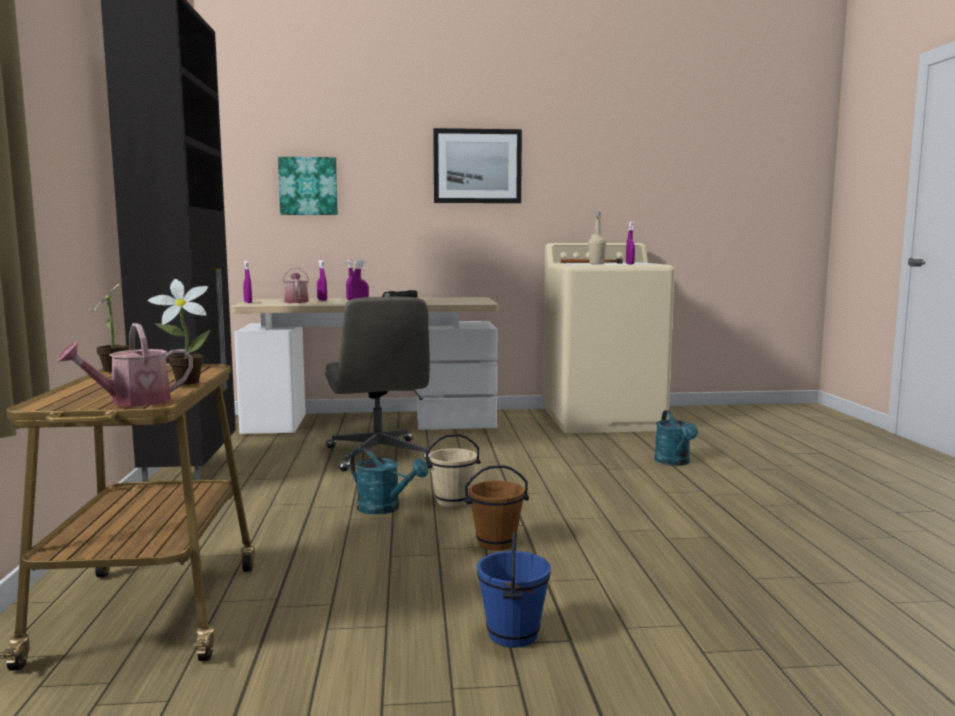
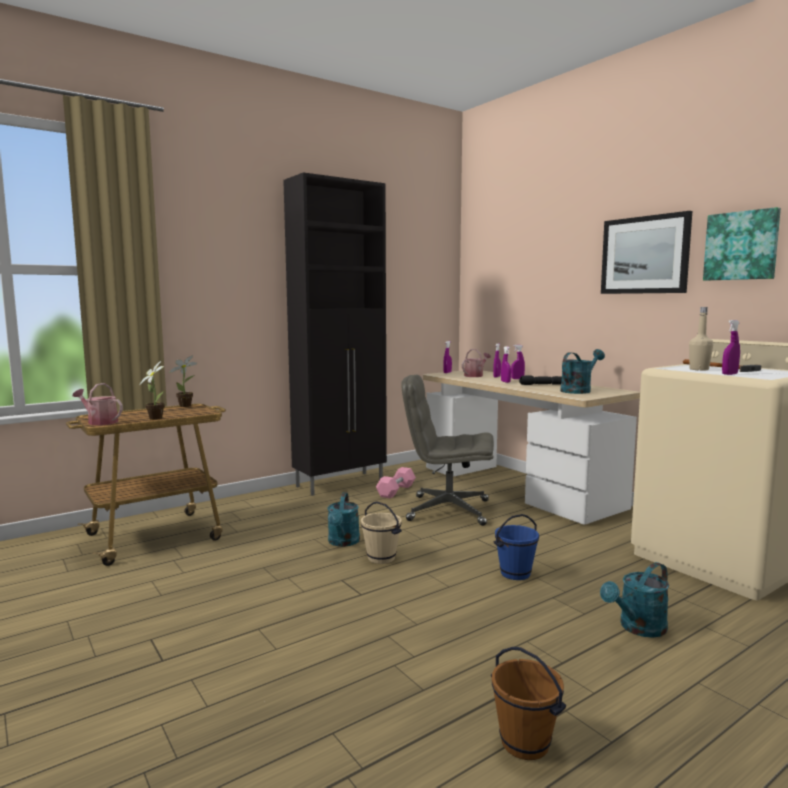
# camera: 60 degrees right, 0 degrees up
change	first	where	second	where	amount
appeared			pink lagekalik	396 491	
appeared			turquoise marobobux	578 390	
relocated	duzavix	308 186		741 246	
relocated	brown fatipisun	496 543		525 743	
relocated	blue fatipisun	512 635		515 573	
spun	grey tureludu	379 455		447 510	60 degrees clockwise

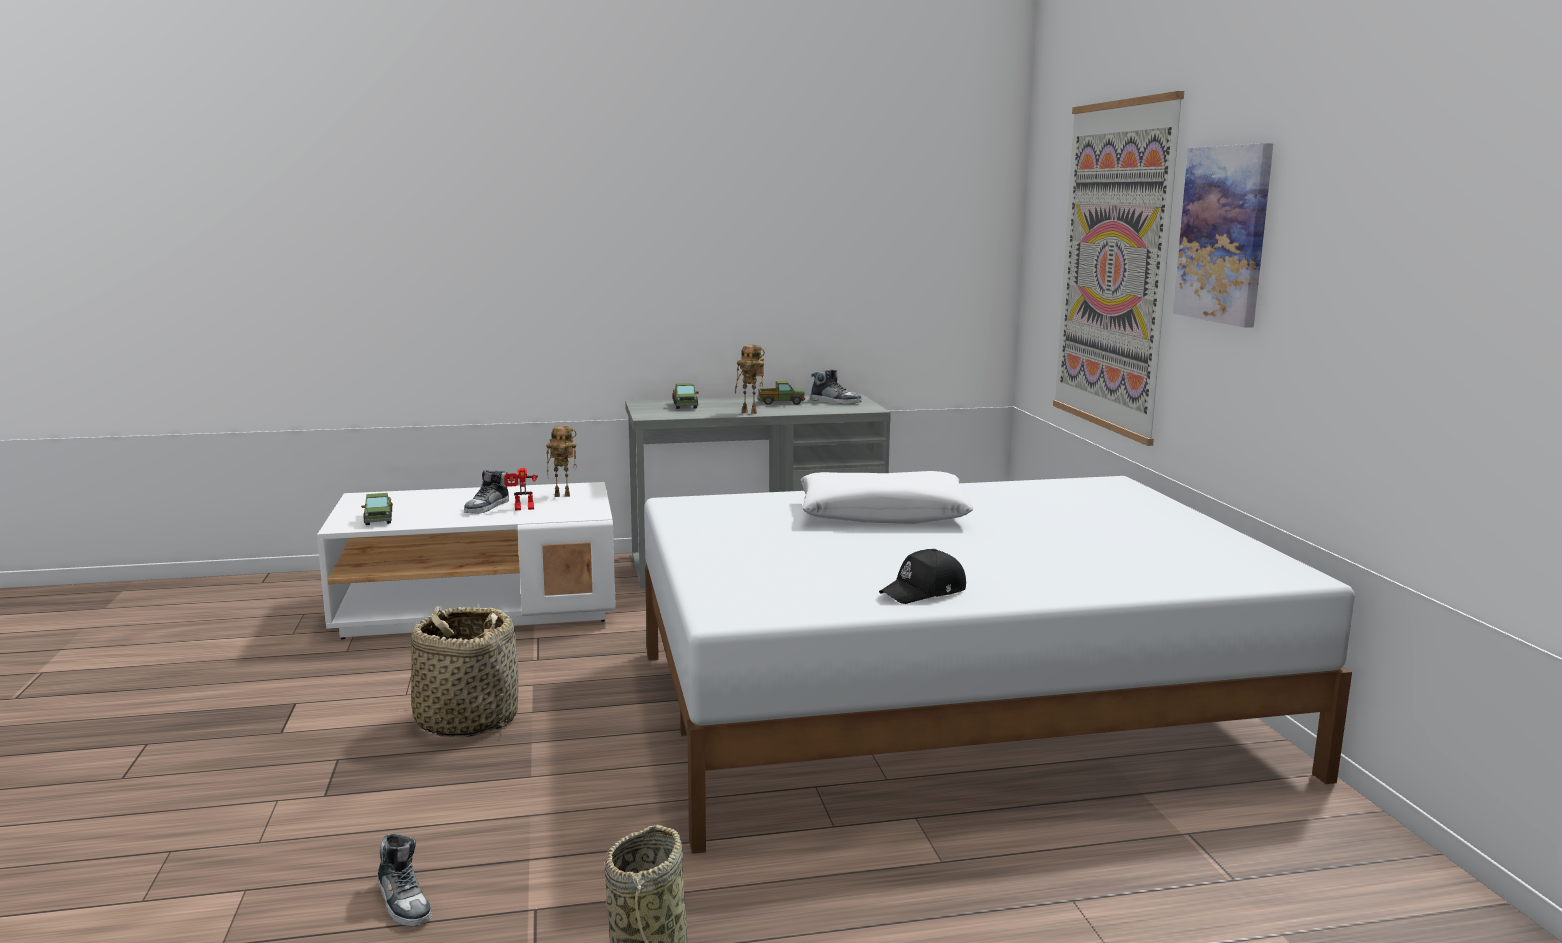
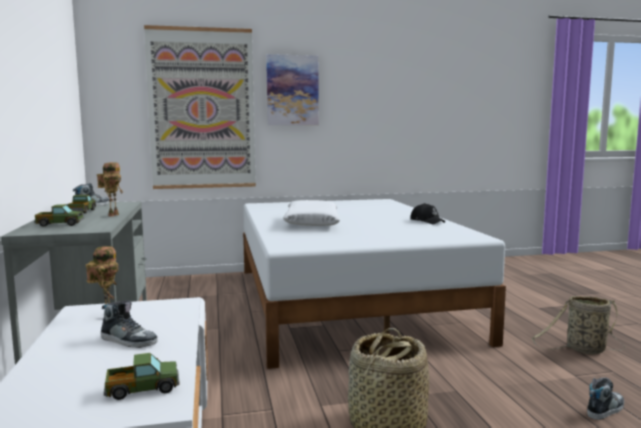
# camera: 90 degrees left, 5 degrees down
change	first	where	second	where	amount
missing	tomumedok	522 509			

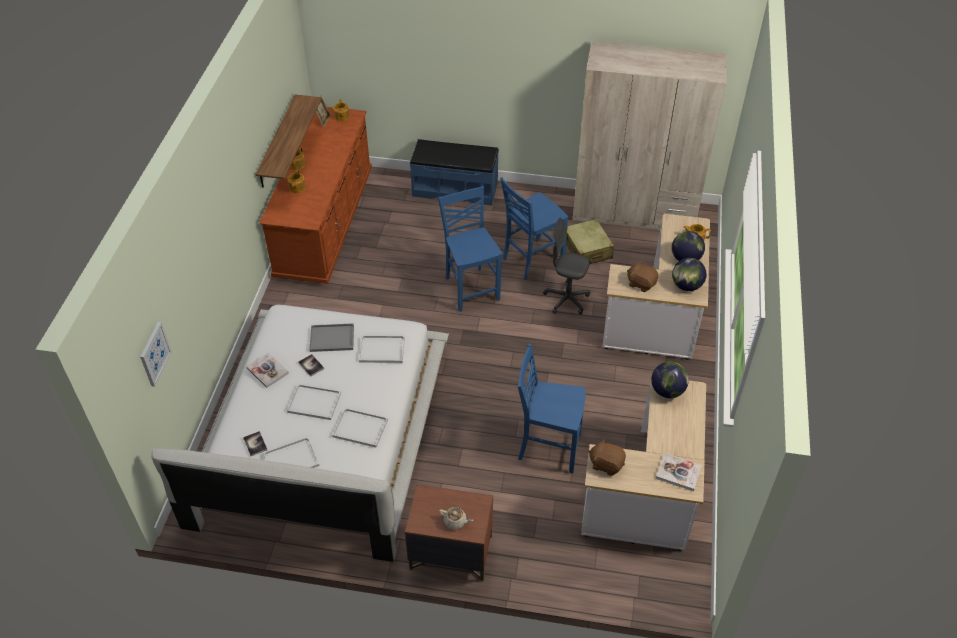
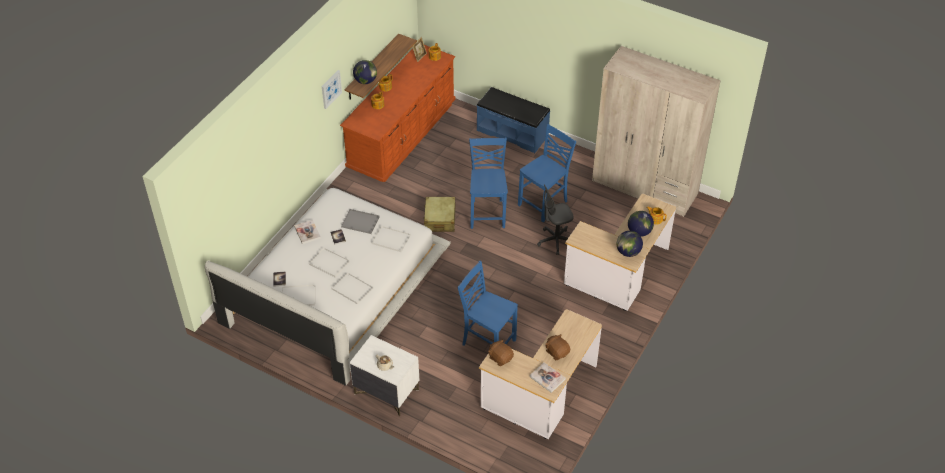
# camera: 20 degrees right, 0 degrees up
change	first	where	second	where	amount
relocated	duzavix	154 354		331 89	
relocated	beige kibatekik	587 249		440 219	
relocated	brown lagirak	641 283		557 352	
relocated	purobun	667 391		365 81	
colour	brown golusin	450 553	white golusin	386 391	
spun	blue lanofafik	531 260		544 203	150 degrees clockwise
spun	grey tureludu	566 299		555 241	60 degrees counterclockwise

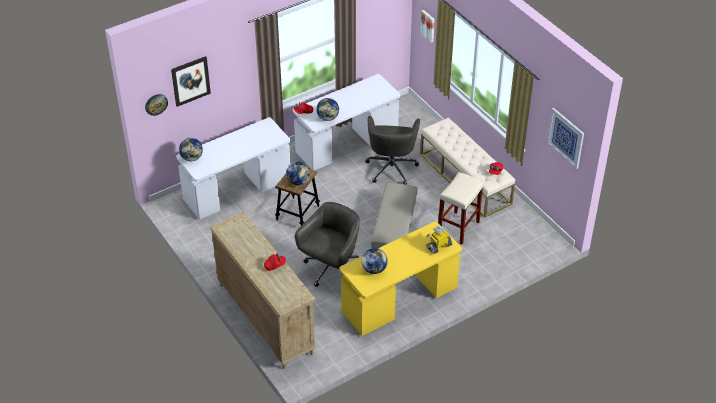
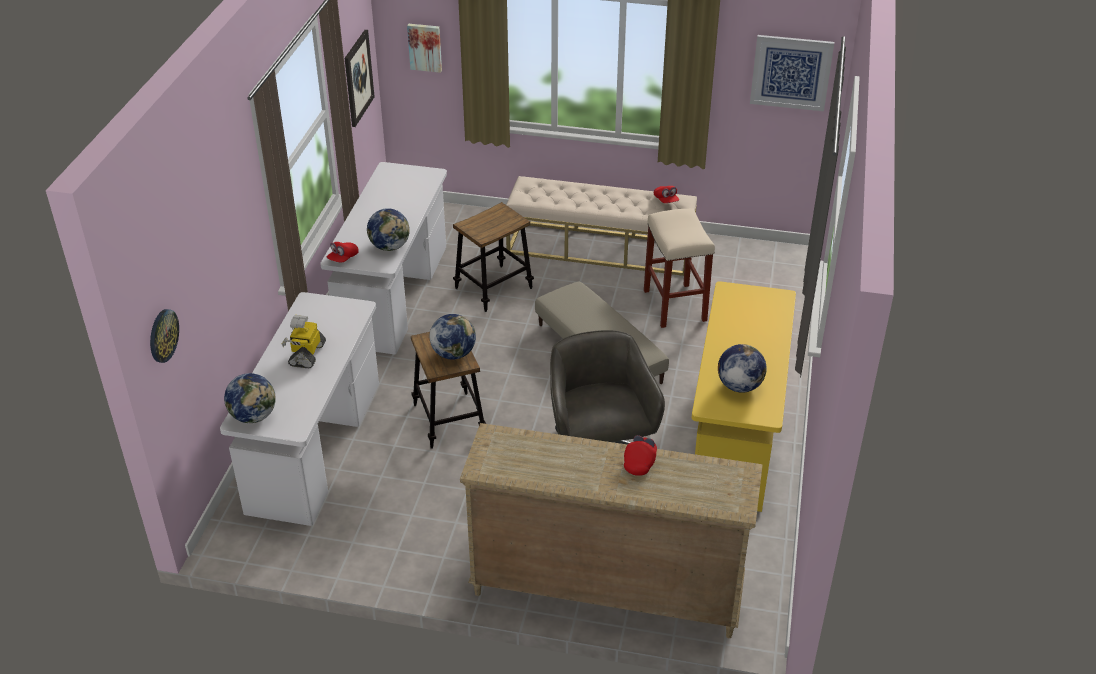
# camera: 45 degrees left, 5 degrees down
change	first	where	second	where	amount
relocated	duzavix	190 81		358 78	
relocated	tomumedok	438 246		306 354	
exchanged	grey tureludu	391 167	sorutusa	493 288	

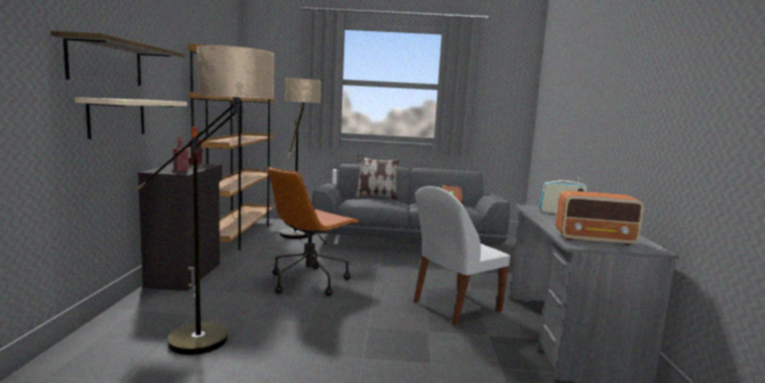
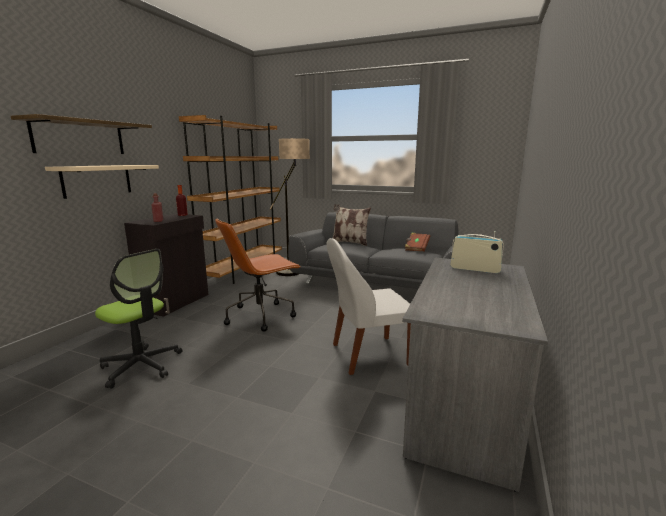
# camera: 20 degrees right, 5 degrees up
change	first	where	second	where	amount
missing	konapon	595 239			
exchanged	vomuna	219 343	tureludu	141 366	

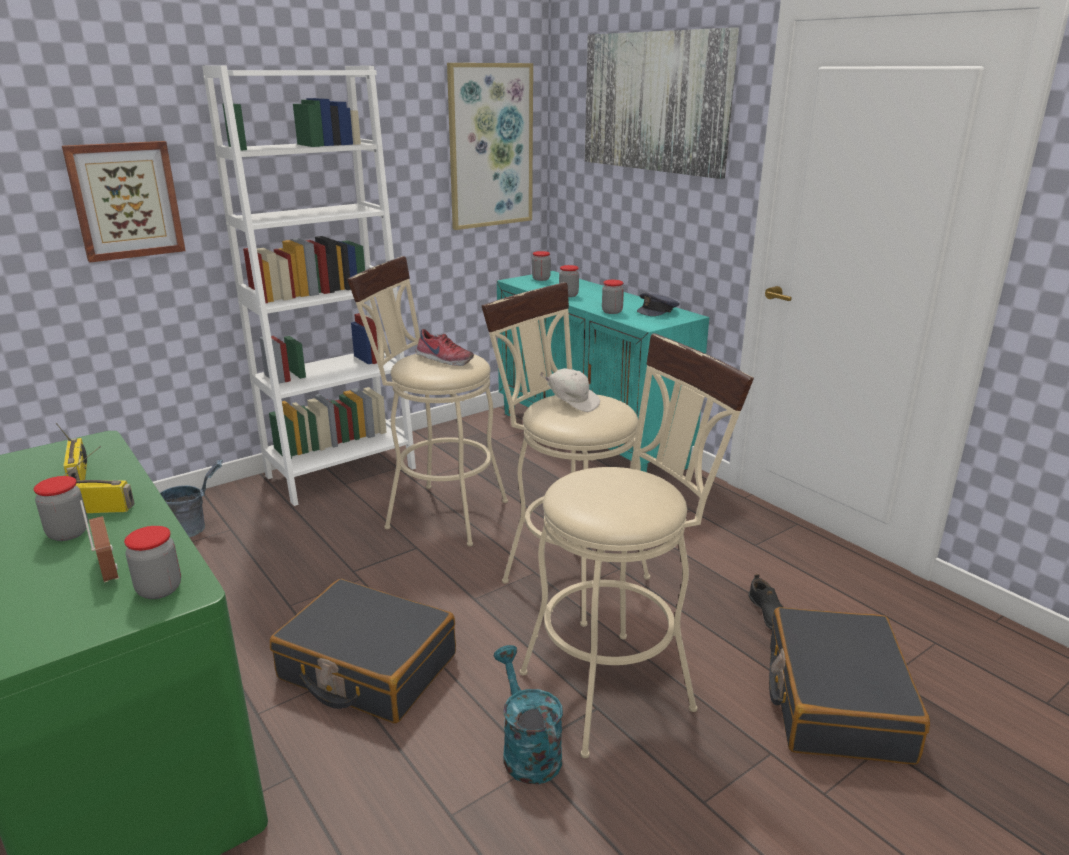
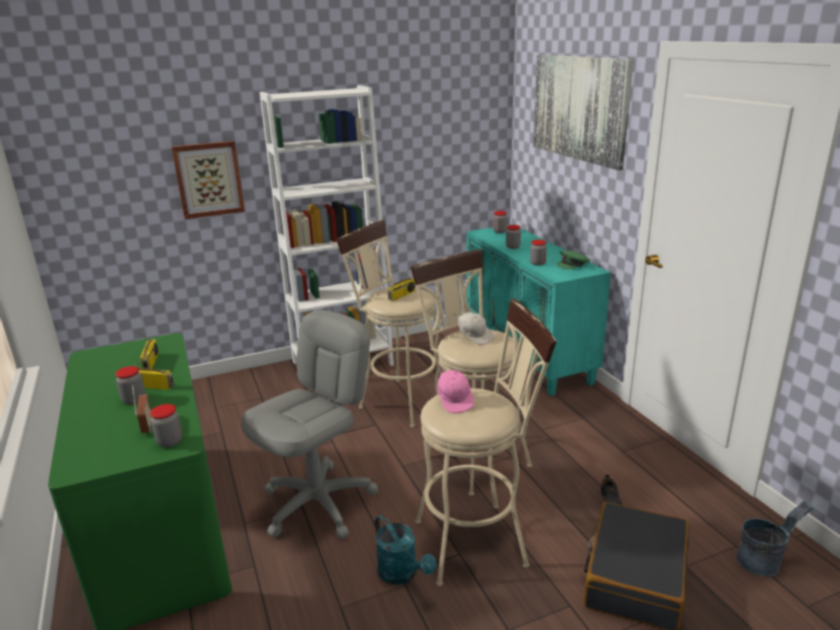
# camera: 15 degrees right, 0 degrees up
change	first	where	second	where	amount
missing	duzavix	490 146			
appeared			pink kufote	455 401	
relocated	grey fatipisun	193 527		764 561	
exchanged	black kibatekik	367 667	grey tureludu	318 503	
exchanged	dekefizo	443 360	konapon	401 295	
colour	grey kufote	658 311	green kufote	573 264	
spun	turquoise marobobux	527 749		402 574	150 degrees clockwise

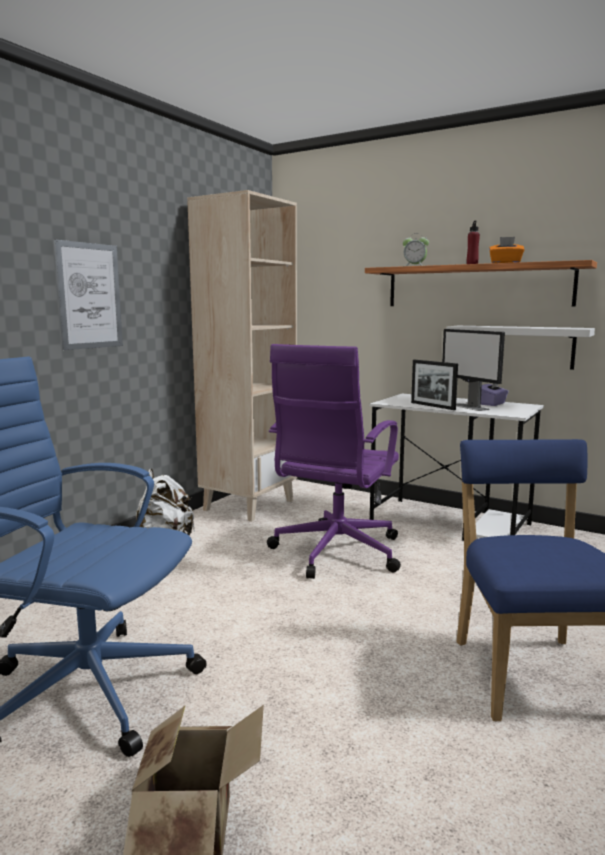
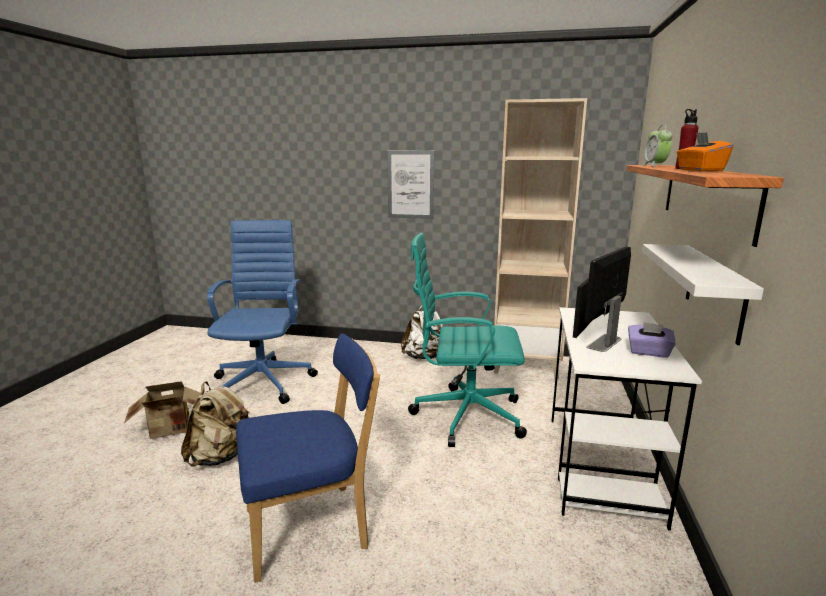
# camera: 70 degrees right, 5 degrees up
change	first	where	second	where	amount
appeared			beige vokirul	221 456	
colour	purple tureludu	335 553	turquoise tureludu	464 415	

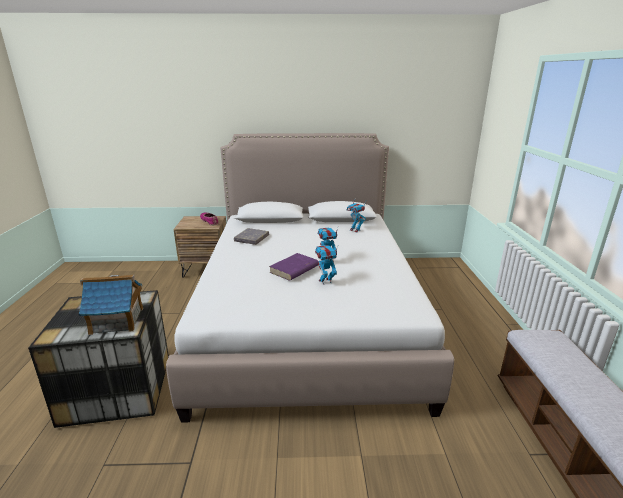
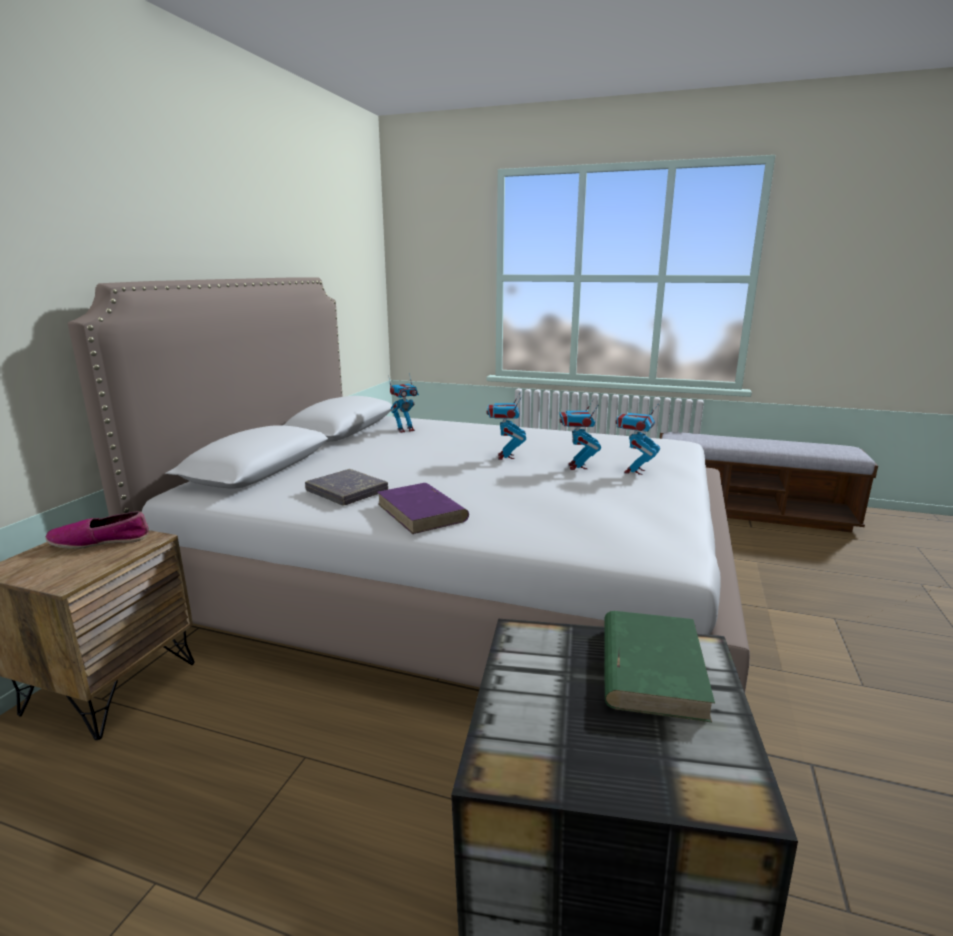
# camera: 70 degrees left, 5 degrees down
change	first	where	second	where	amount
appeared			tomumedok	634 471	
relocated	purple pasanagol	294 269		422 512	
exchanged	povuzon	117 320	green pasanagol	651 667	

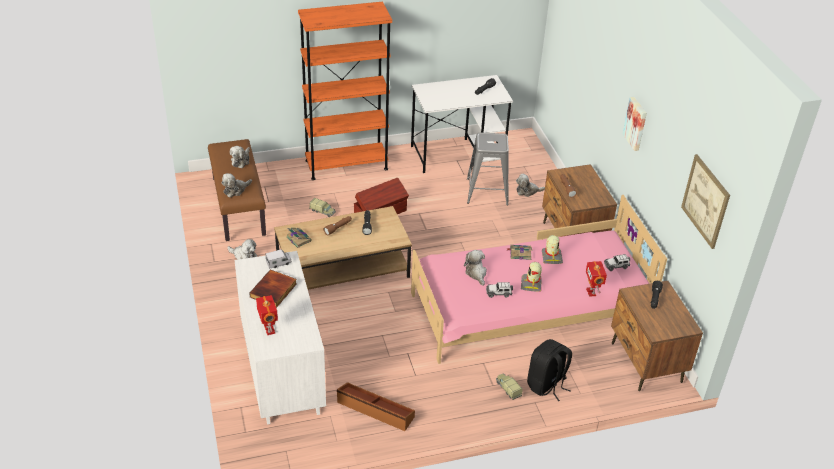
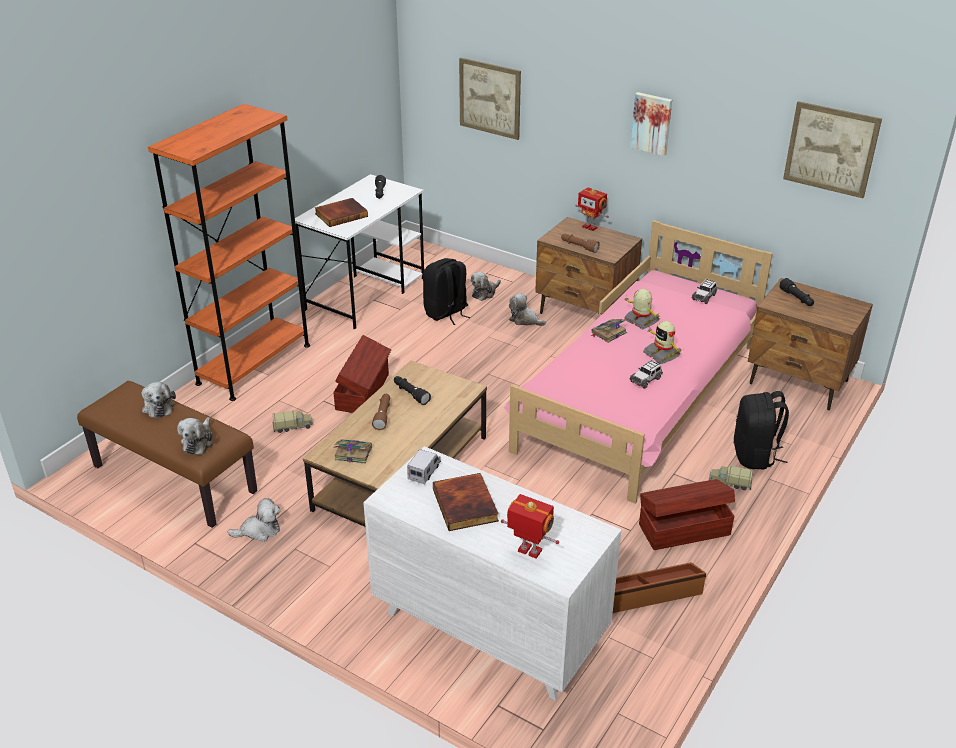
# camera: 40 degrees left, 5 degrees down
change	first	where	second	where	amount
appeared			pasanagol	341 214	
appeared			duzavix	490 98	
appeared			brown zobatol	683 529	
relocated	lagirak	476 273		525 320	
relocated	tomumedok	592 292		590 227	
exchanged	grey sorutusa	487 191	black vokirul	446 313	

